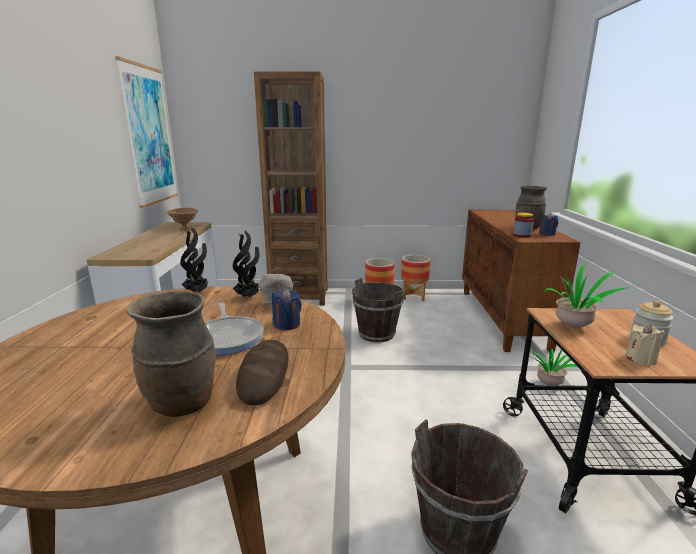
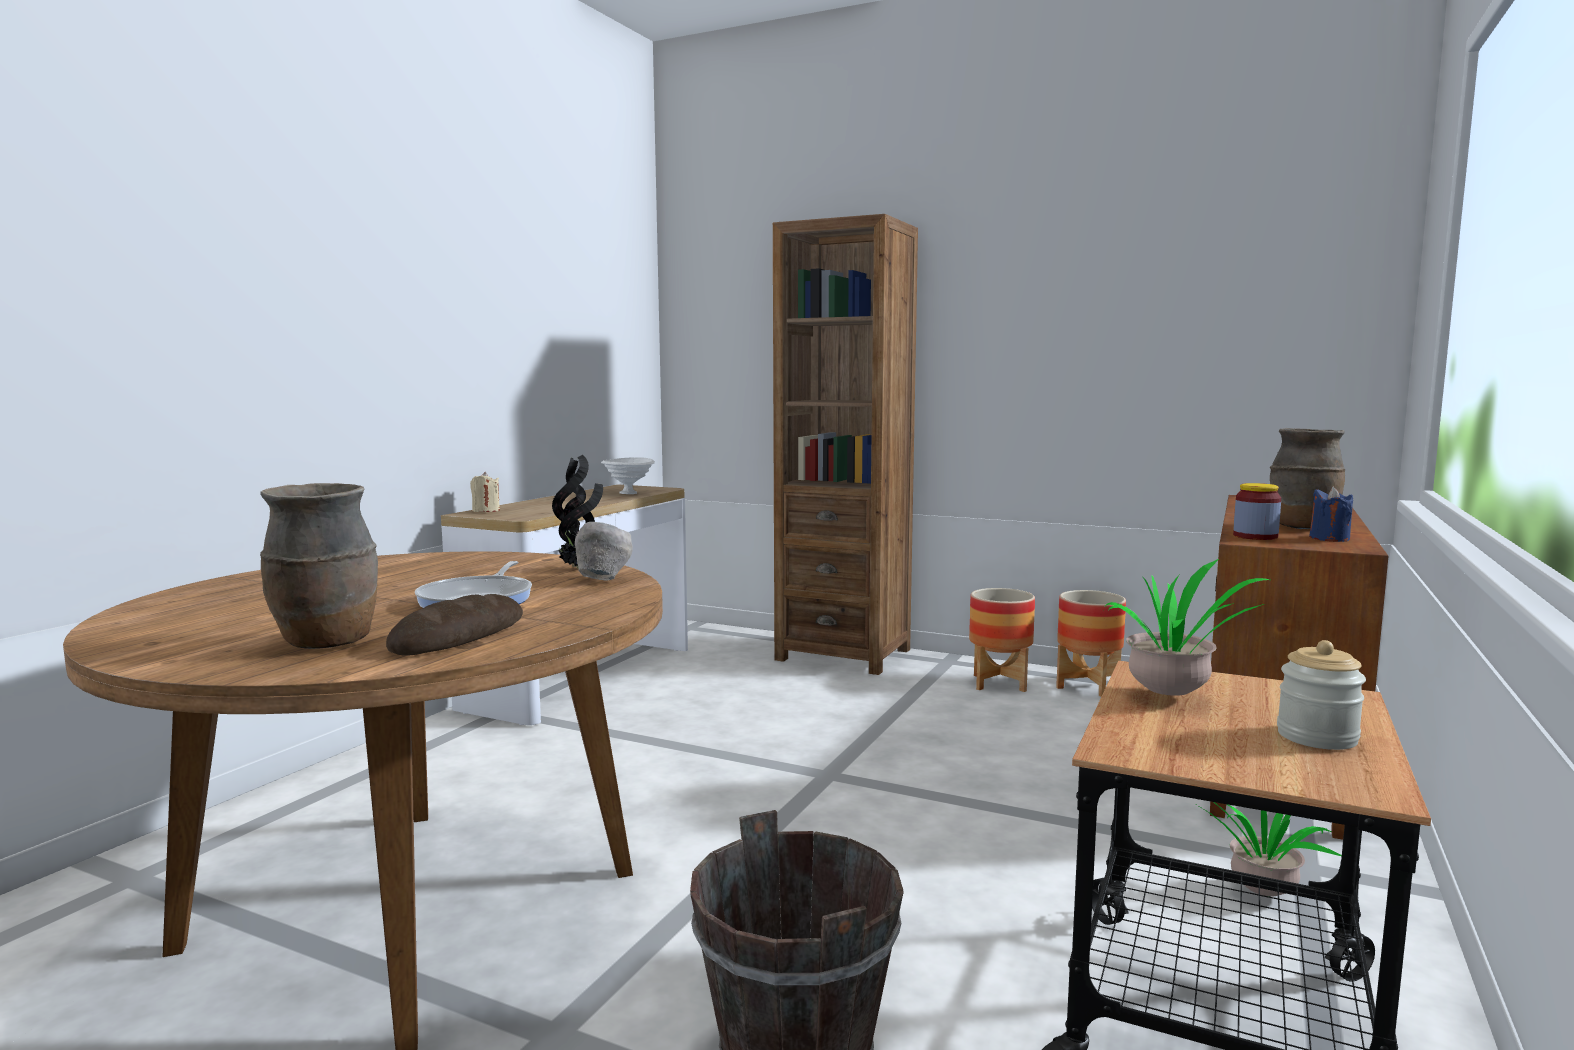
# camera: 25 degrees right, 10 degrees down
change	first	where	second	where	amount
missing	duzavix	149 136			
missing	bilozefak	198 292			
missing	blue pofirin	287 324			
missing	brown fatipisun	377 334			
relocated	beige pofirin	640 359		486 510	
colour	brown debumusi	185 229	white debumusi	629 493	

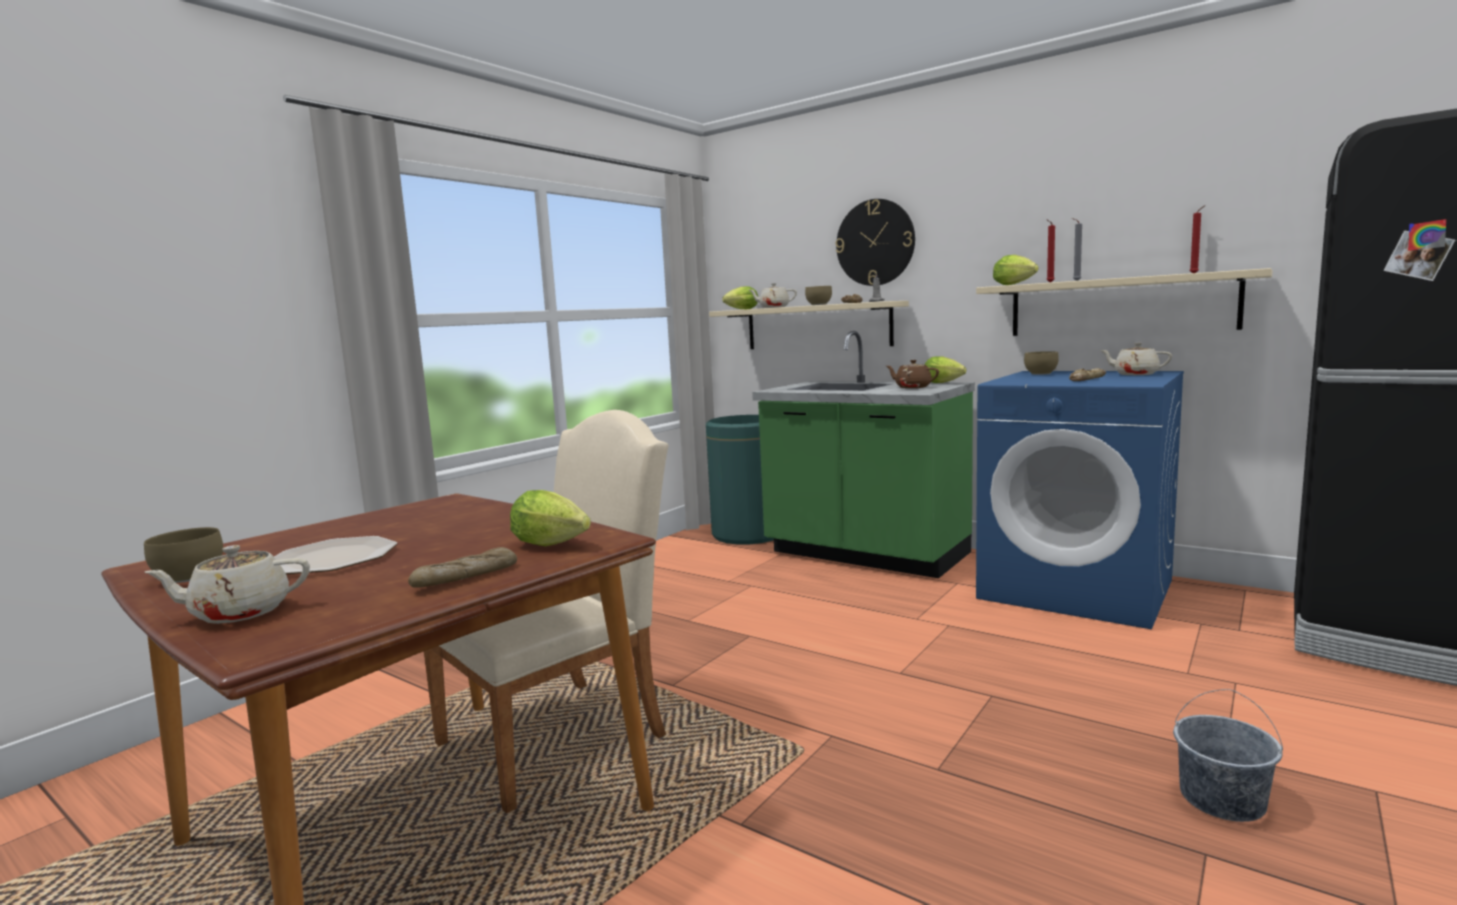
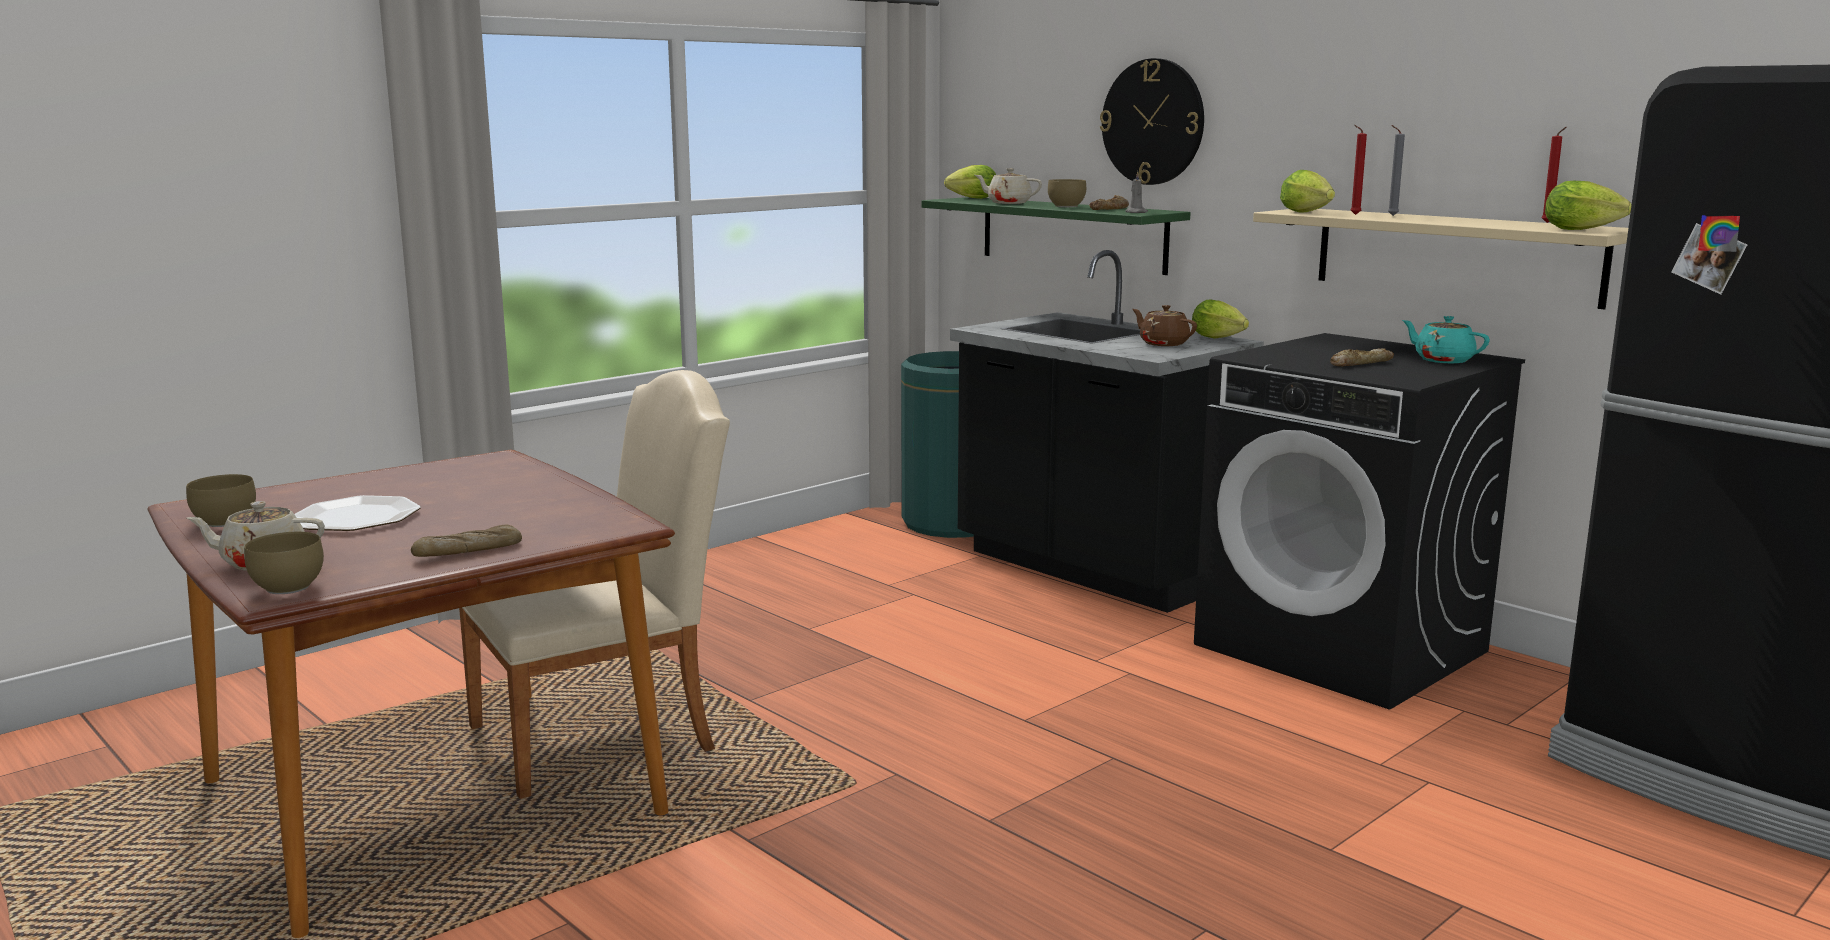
# camera: 10 degrees right, 5 degrees up
change	first	where	second	where	amount
missing	grey fatipisun	1221 799			
relocated	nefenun	554 545		1585 230	
relocated	brown debumusi	1039 374		288 587	
colour	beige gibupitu	817 326	green gibupitu	1072 234	
colour	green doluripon	865 554	black doluripon	1094 569	
colour	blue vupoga	1077 589	black vupoga	1342 648	
colour	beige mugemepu	1135 374	turquoise mugemepu	1442 360	

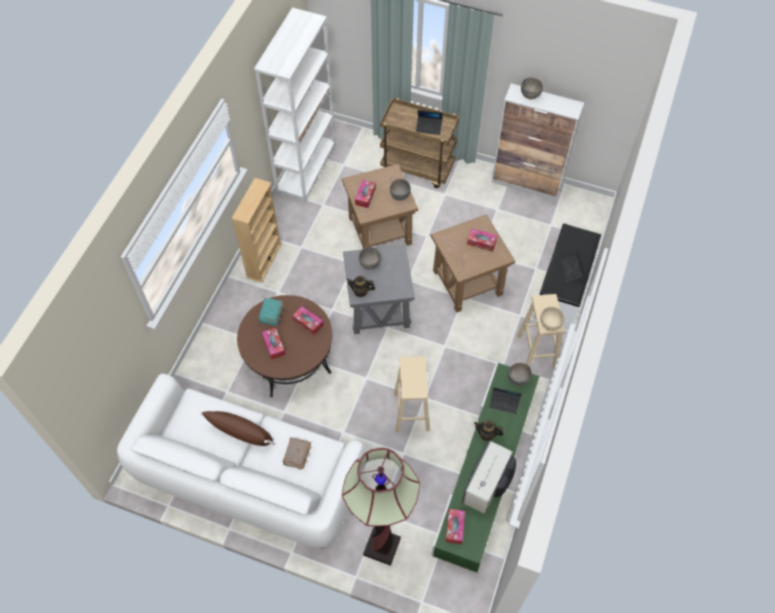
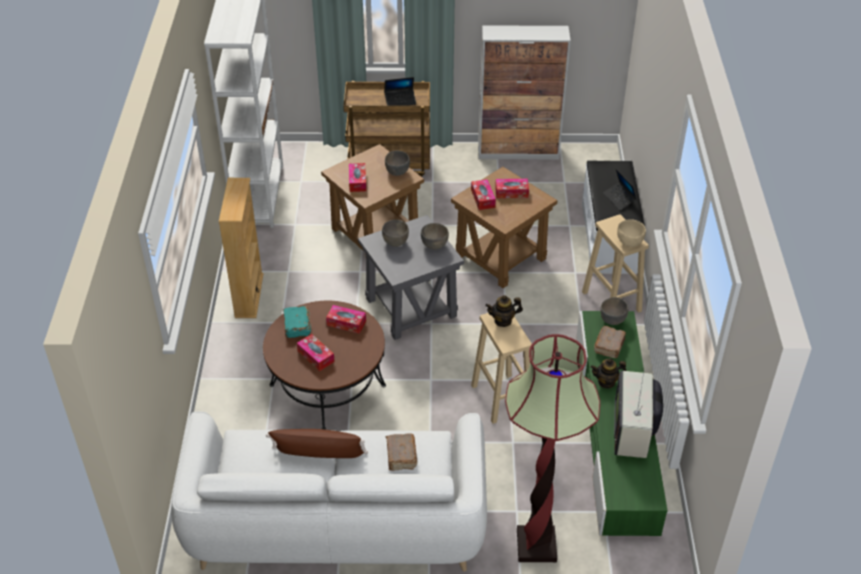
# camera: 20 degrees left, 15 degrees down
change	first	where	second	where	amount
relocated	mugemepu	360 291		503 320	
relocated	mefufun	454 528		483 198	
relocated	grey debumusi	530 95		434 245	
exchanged	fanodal	504 403	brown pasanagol	609 346	

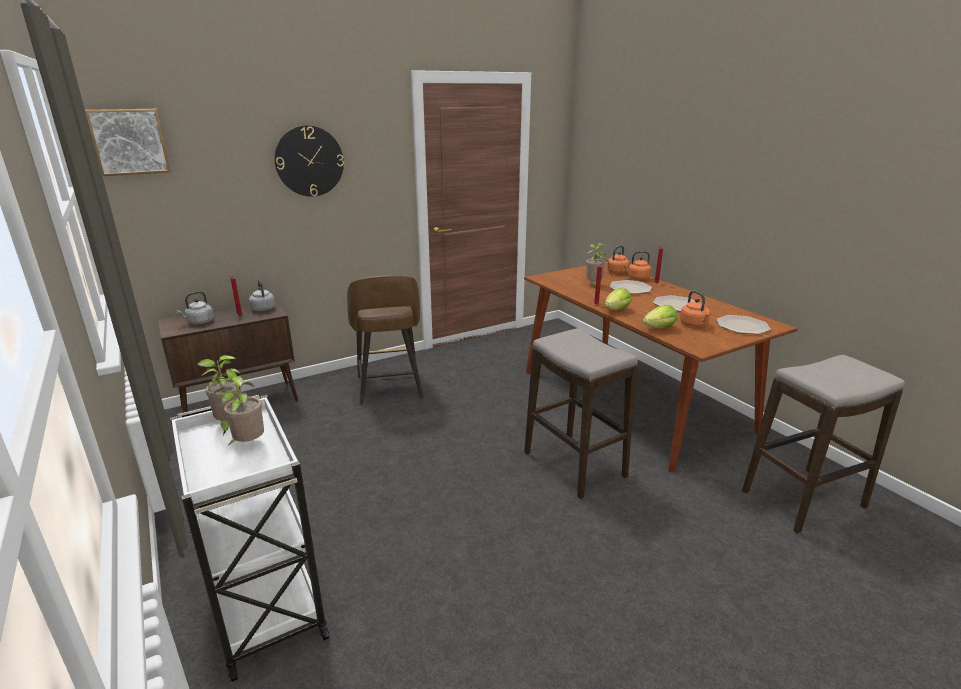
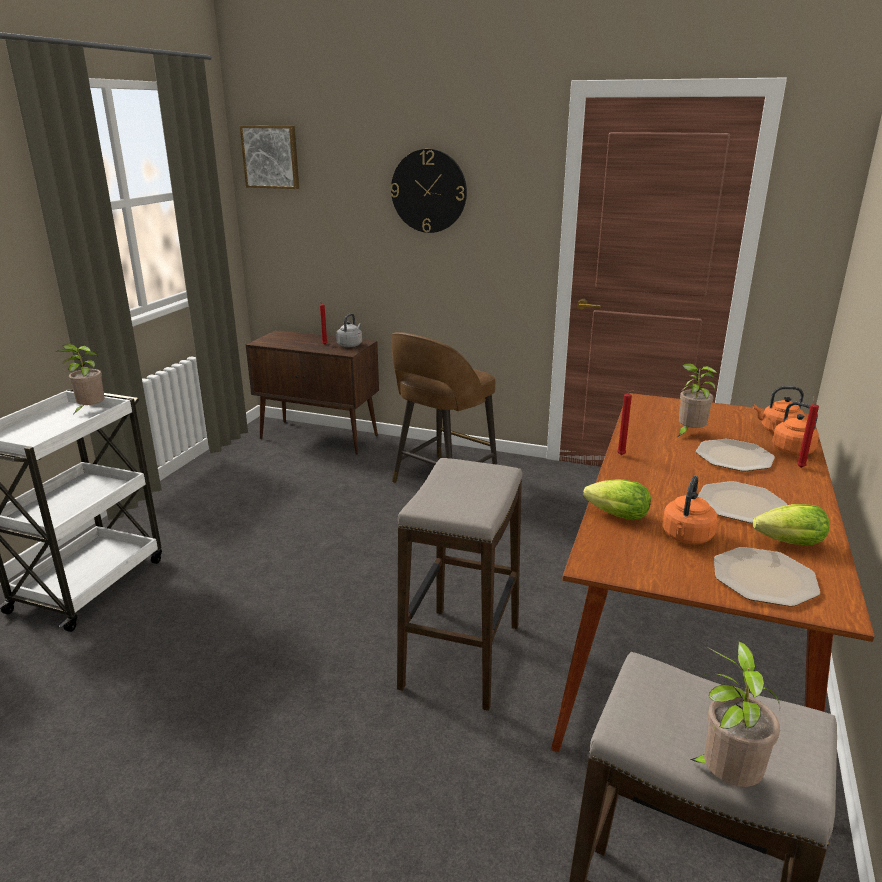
# camera: 50 degrees right, 0 degrees up
change	first	where	second	where	amount
missing	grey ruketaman	199 322			
relocated	bilozefak	248 444		725 778	
relocated	nefenun	615 310		785 543	

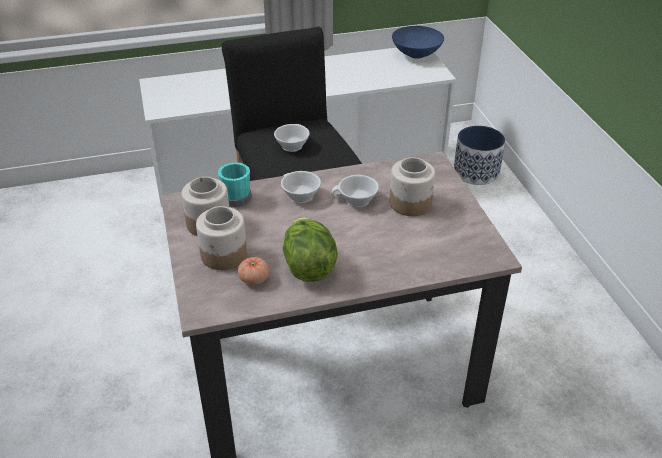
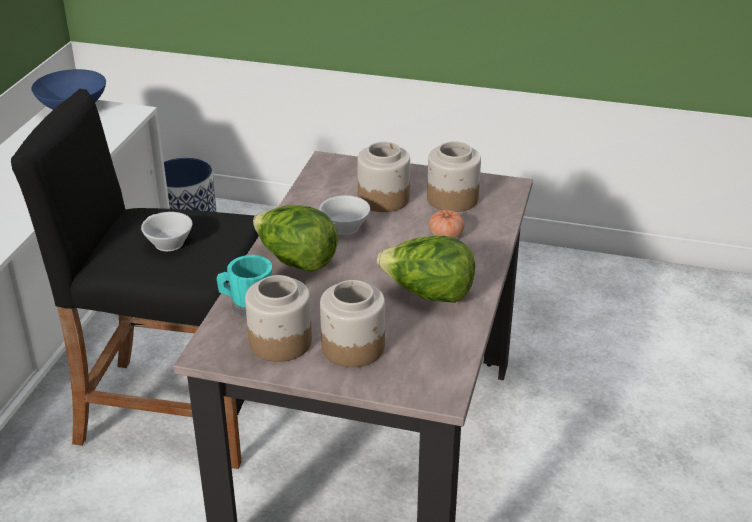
# camera: 60 degrees left, 5 degrees down
change	first	where	second	where	amount
appeared			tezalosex	451 199	
relocated	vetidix	254 279		446 235	
exchanged	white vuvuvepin	299 196	nefenun	296 261	

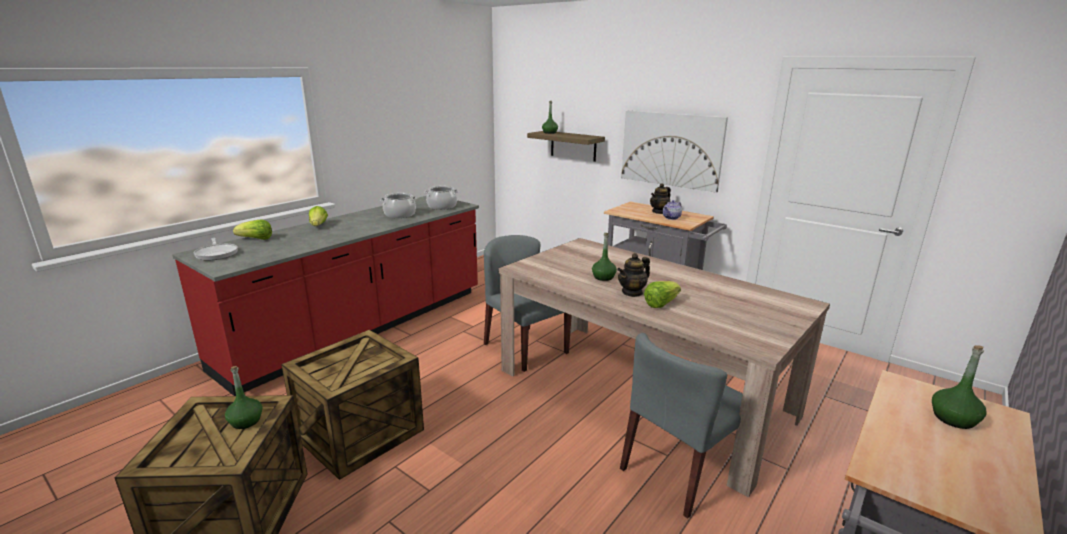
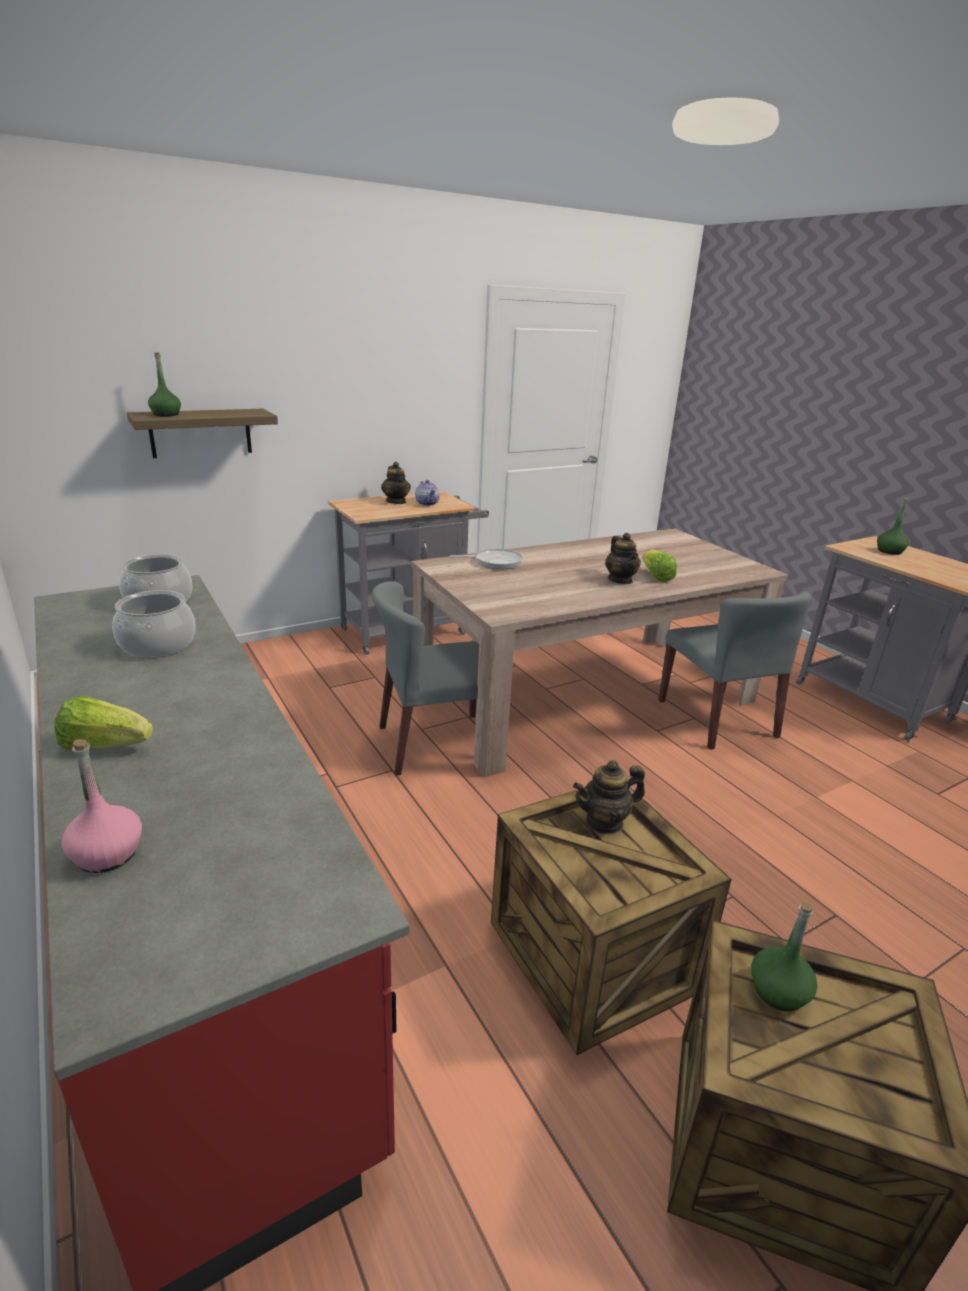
# camera: 70 degrees left, 5 degrees up
change	first	where	second	where	amount
missing	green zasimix	603 277			
missing	duzavix	671 149			
appeared			mugemepu	605 822	
relocated	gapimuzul	217 253		495 562	
exchanged	nefenun	256 239	pink zasimix	108 854	

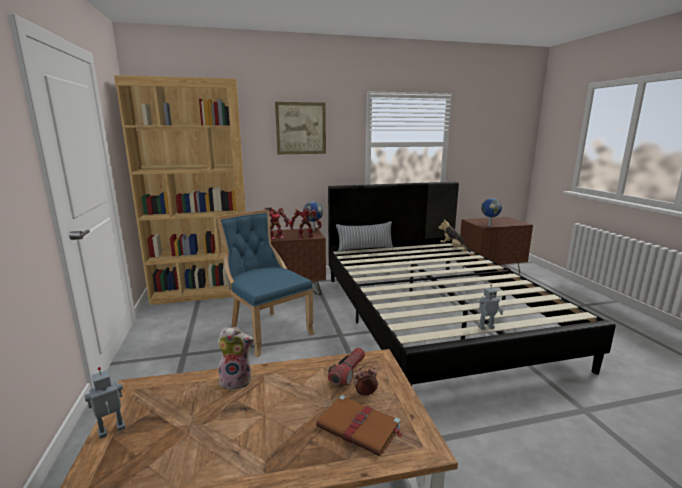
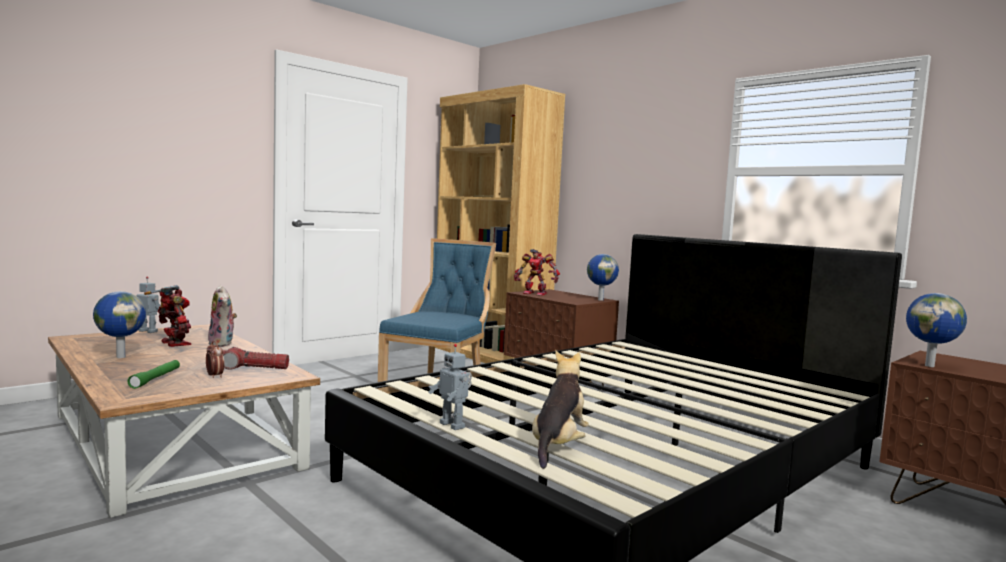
# camera: 60 degrees right, 10 degrees down
change	first	where	second	where	amount
missing	duzavix	301 128			
missing	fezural	365 249			
appeared			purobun	120 357	
relocated	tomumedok	306 236		173 343	
relocated	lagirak	453 248		558 446	
exchanged	brown pasanagol	360 427	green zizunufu	156 379	

